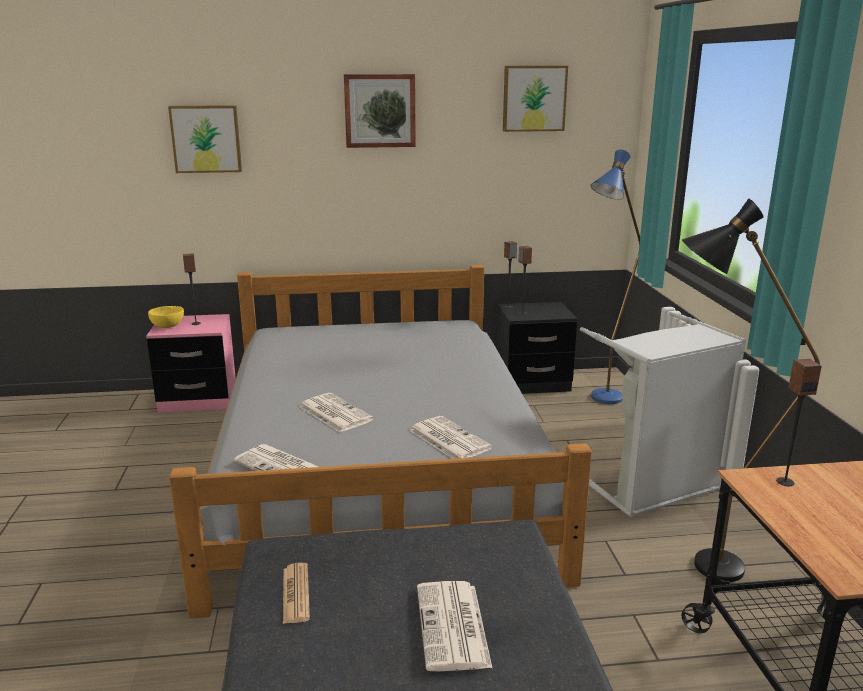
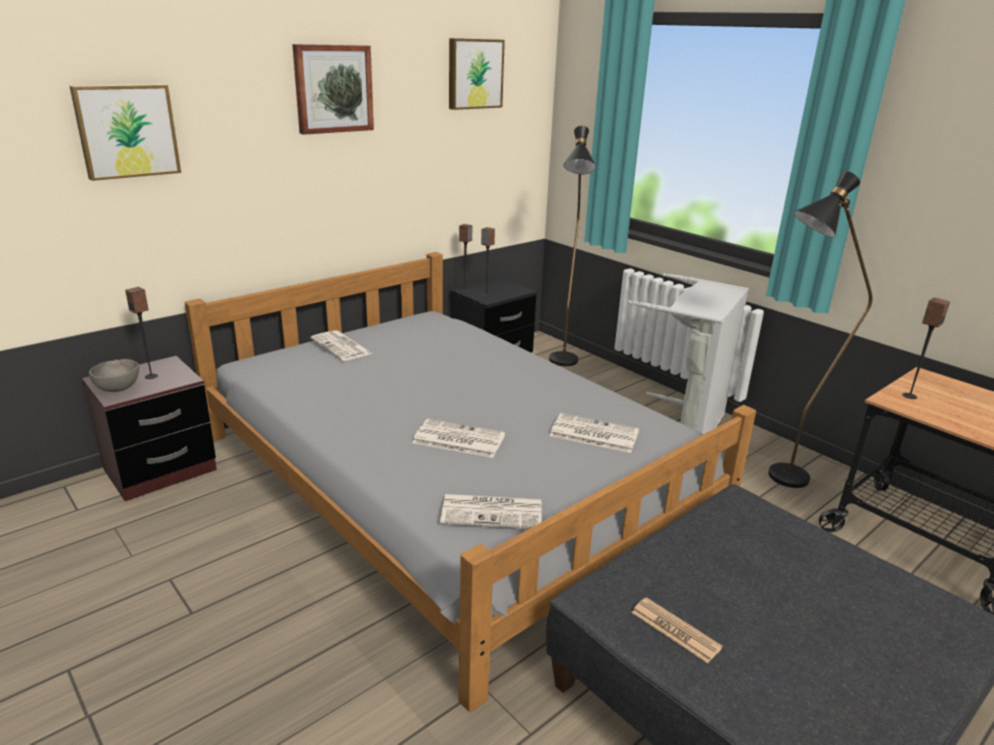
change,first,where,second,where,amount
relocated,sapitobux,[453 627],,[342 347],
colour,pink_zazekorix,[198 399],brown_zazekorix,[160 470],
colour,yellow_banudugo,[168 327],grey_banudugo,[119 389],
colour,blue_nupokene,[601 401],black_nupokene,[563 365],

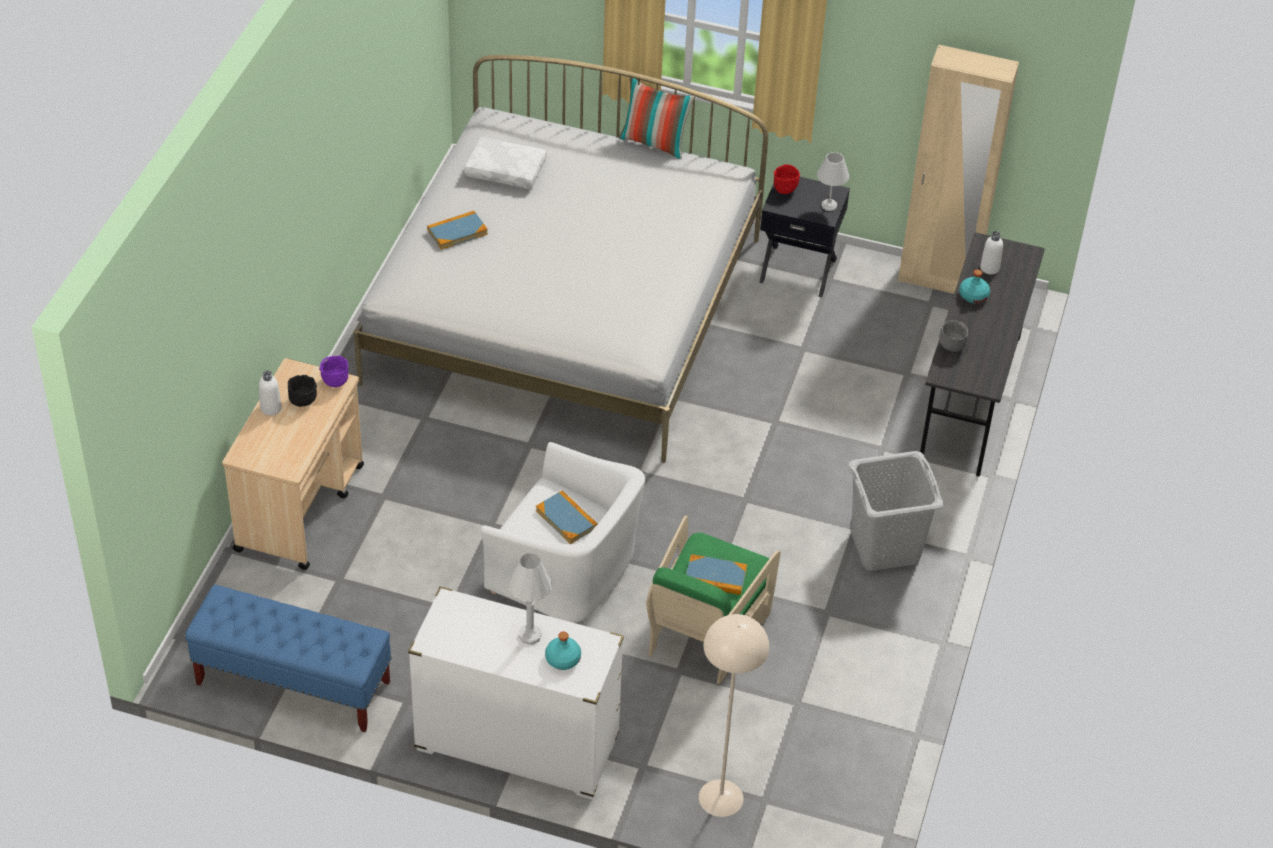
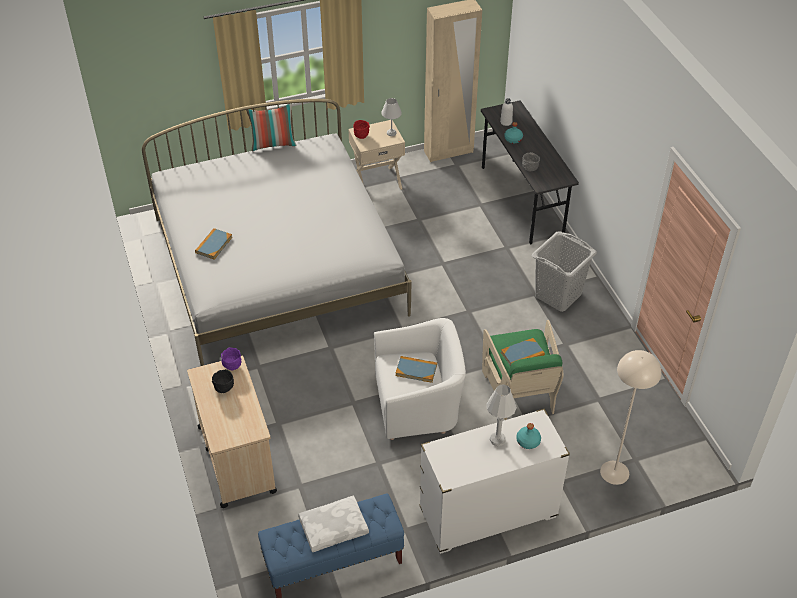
change,first,where,second,where,amount
missing,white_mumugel,[271 408],,,
relocated,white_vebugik,[506 170],,[334 527],
colour,black_zazekorix,[798 269],beige_zazekorix,[377 181],

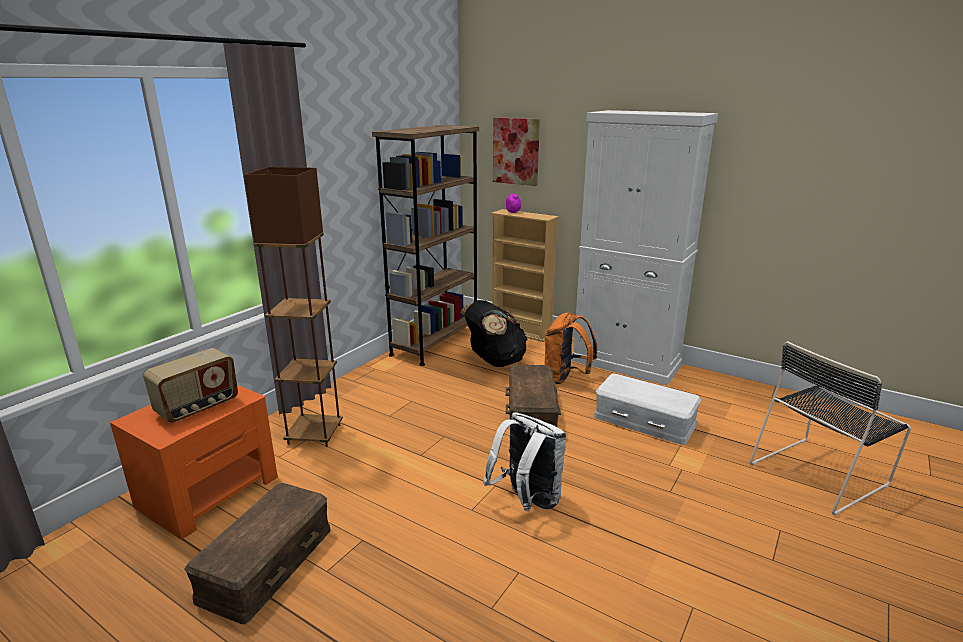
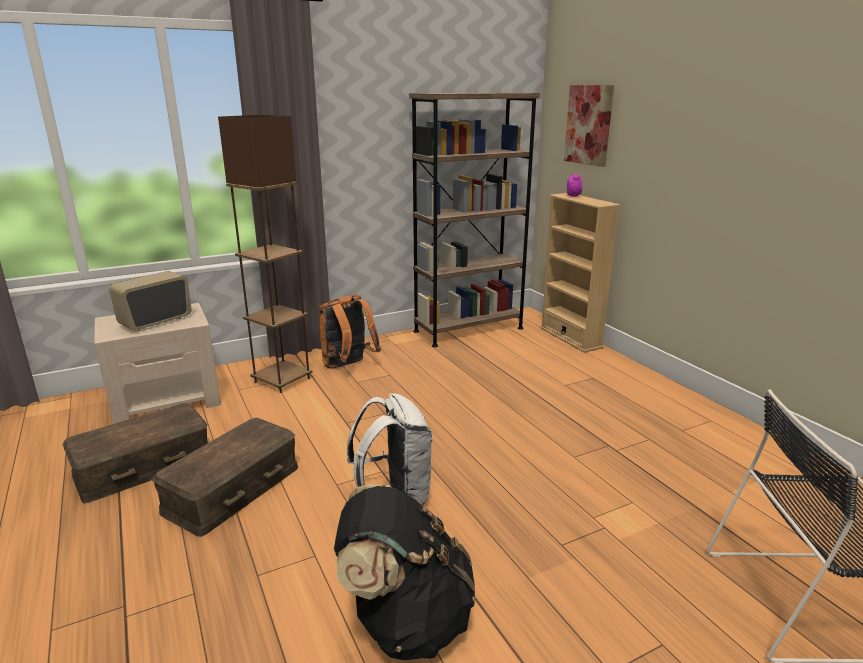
change,first,where,second,where,amount
missing,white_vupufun,[626 363],,,
missing,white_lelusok,[645 420],,,
relocated,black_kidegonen,[494 362],,[405 620],
relocated,brown_lelusok,[532 412],,[233 489],
relocated,orange_kidegonen,[566 378],,[348 366],
colour,orange_zazekorix,[209 491],beige_zazekorix,[167 400],
spun,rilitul,[198 407],,[155 321],150 degrees clockwise

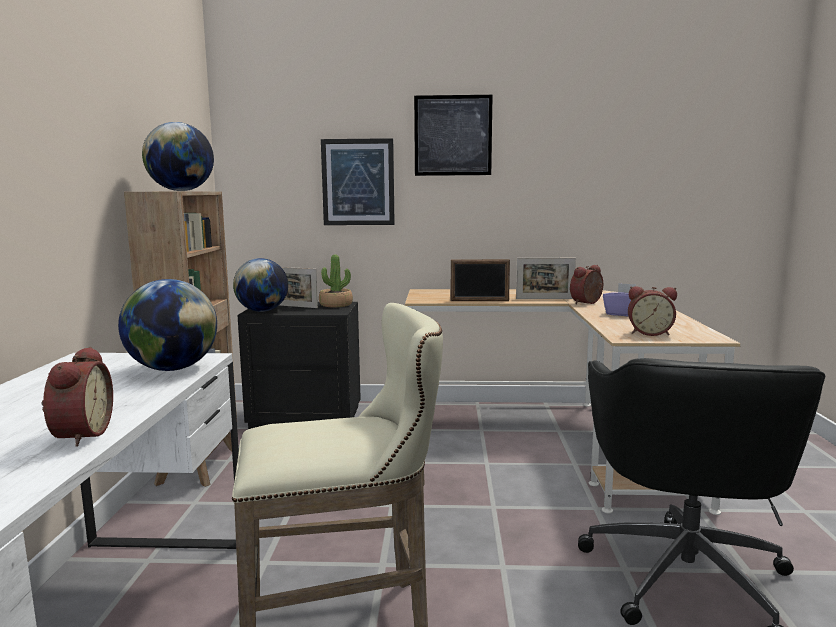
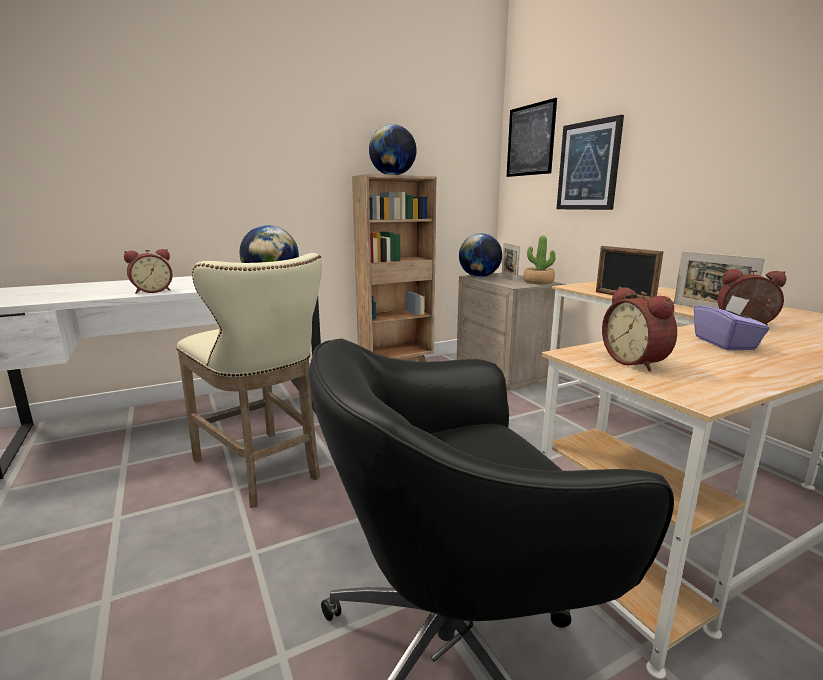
change,first,where,second,where,amount
relocated,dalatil,[453 135],,[530 140],
colour,black_zazekorix,[306 417],beige_zazekorix,[505 372],

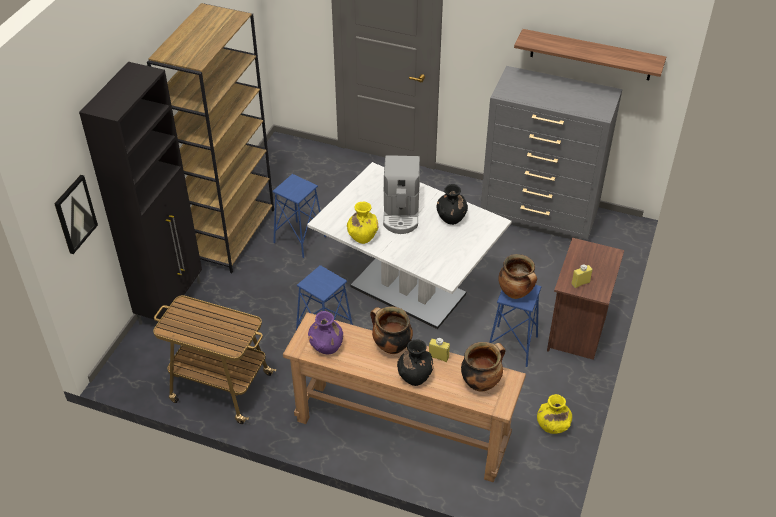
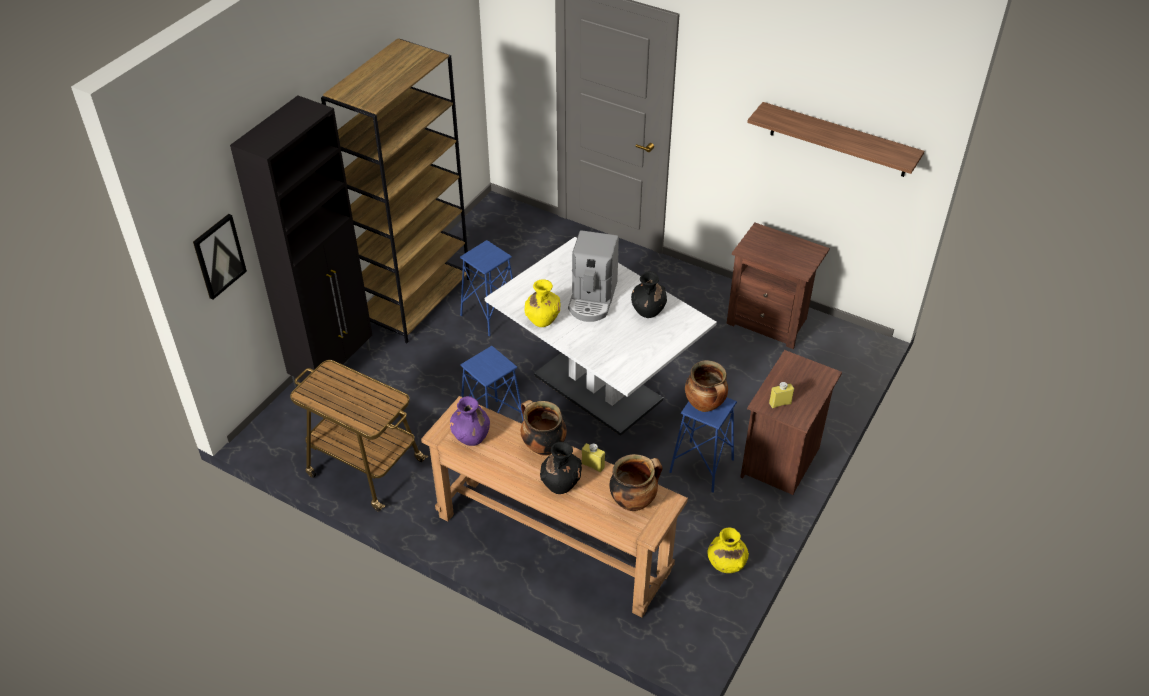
change,first,where,second,where,amount
exchanged,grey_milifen,[539 216],brown_zazekorix,[770 321],

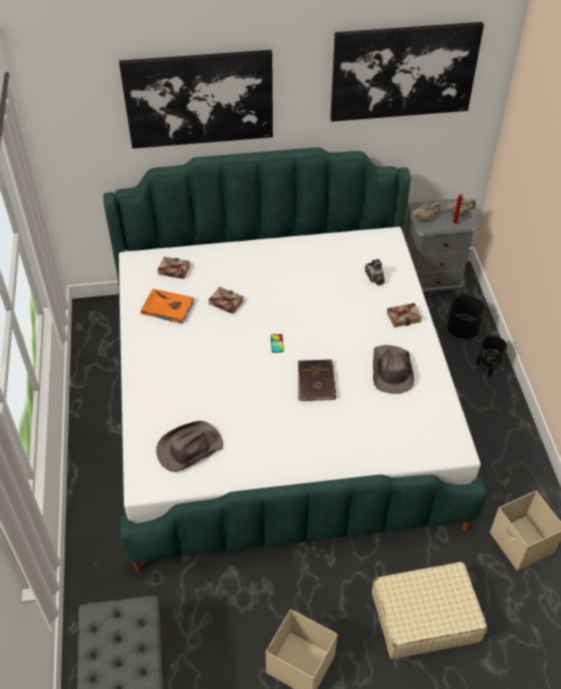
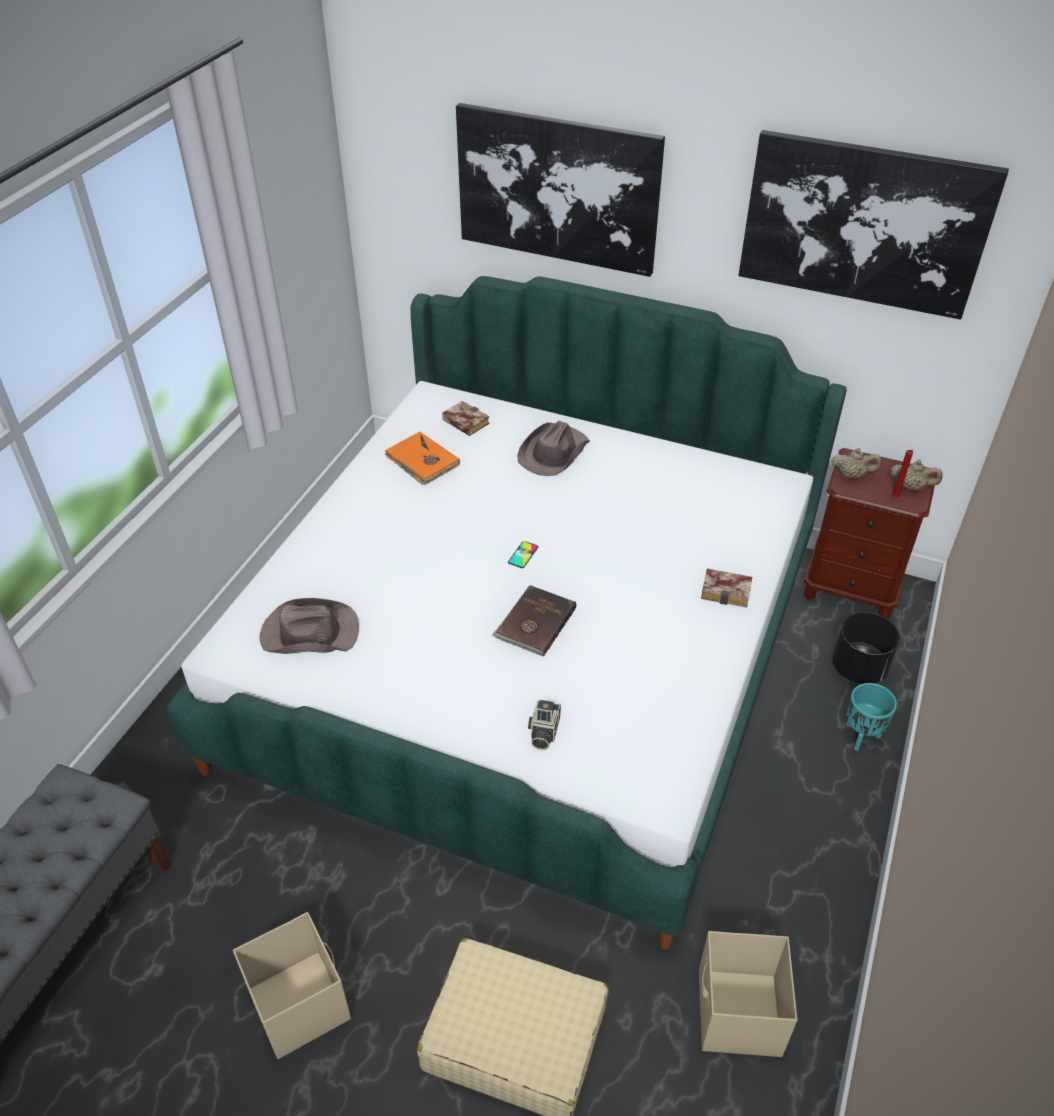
change,first,where,second,where,amount
missing,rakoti,[224 303],,,
relocated,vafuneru,[374 278],,[543 732],
relocated,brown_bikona,[391 371],,[553 453],
colour,grey_zazekorix,[429 283],brown_zazekorix,[851 588],
colour,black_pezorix,[487 368],turquoise_pezorix,[861 736],

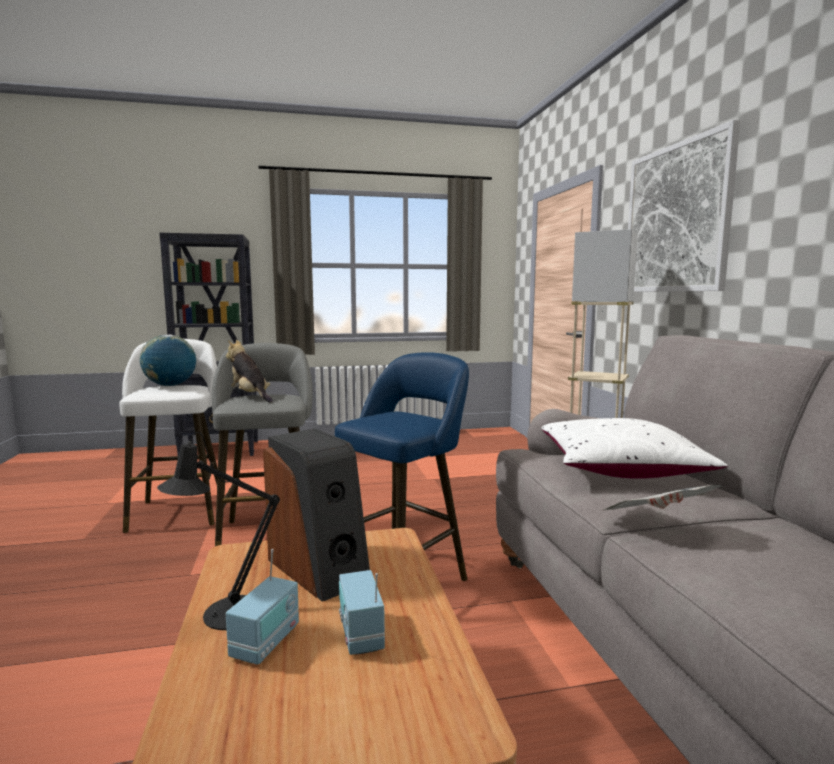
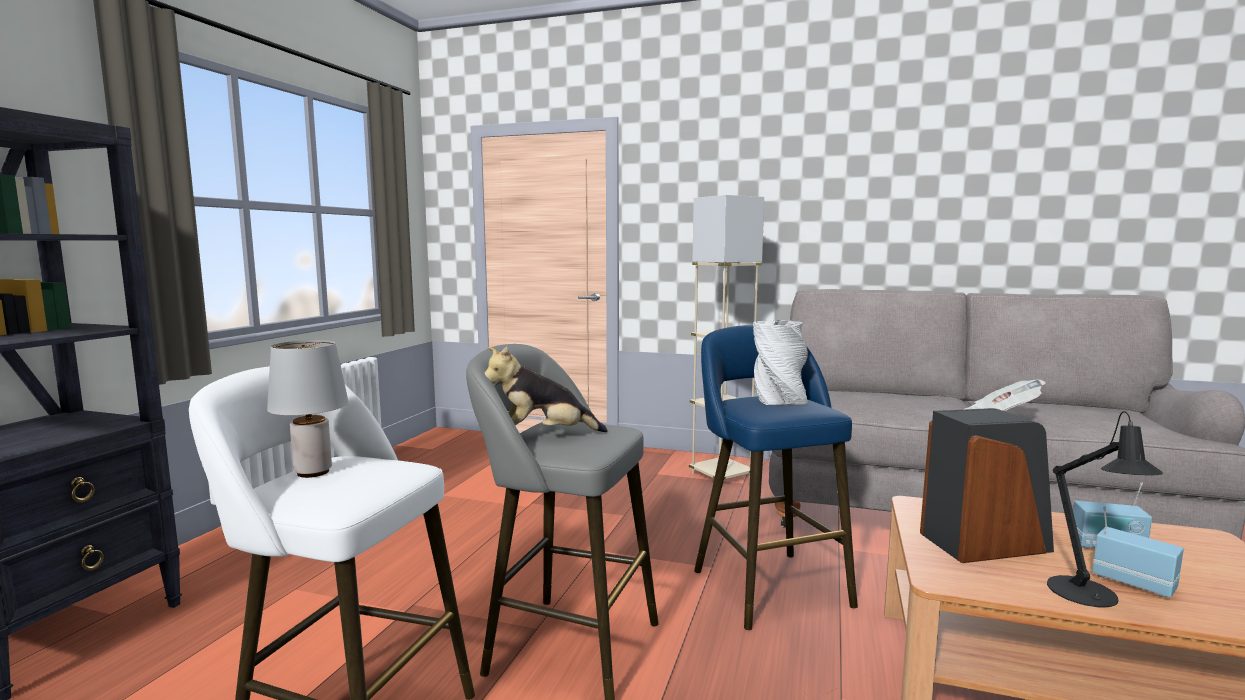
change,first,where,second,where,amount
missing,white_vebugik,[620 468],,,
missing,dalatil,[676 219],,,
appeared,,,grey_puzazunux,[778 400],
exchanged,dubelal,[170 385],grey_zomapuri,[312 472],

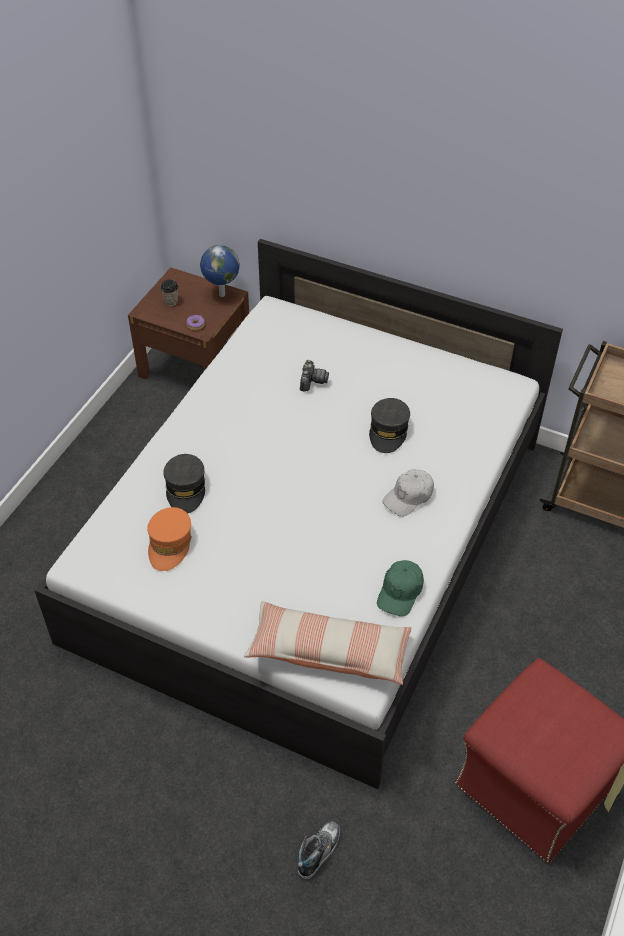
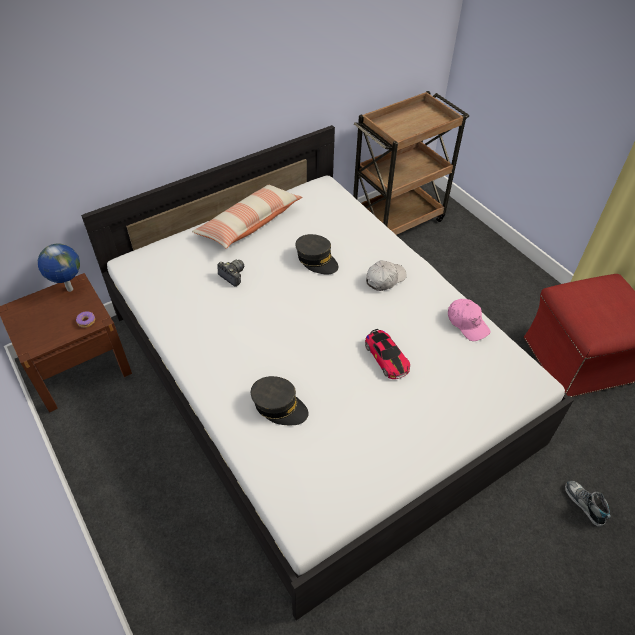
change,first,where,second,where,amount
missing,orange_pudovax,[170 544],,,
missing,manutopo,[171 301],,,
appeared,,,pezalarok,[386 357],
relocated,vebugik,[329 651],,[249 224],
colour,green_pudovax,[400 592],pink_pudovax,[467 323],
spun,white_pudovax,[409 497],,[385 279],120 degrees counterclockwise

